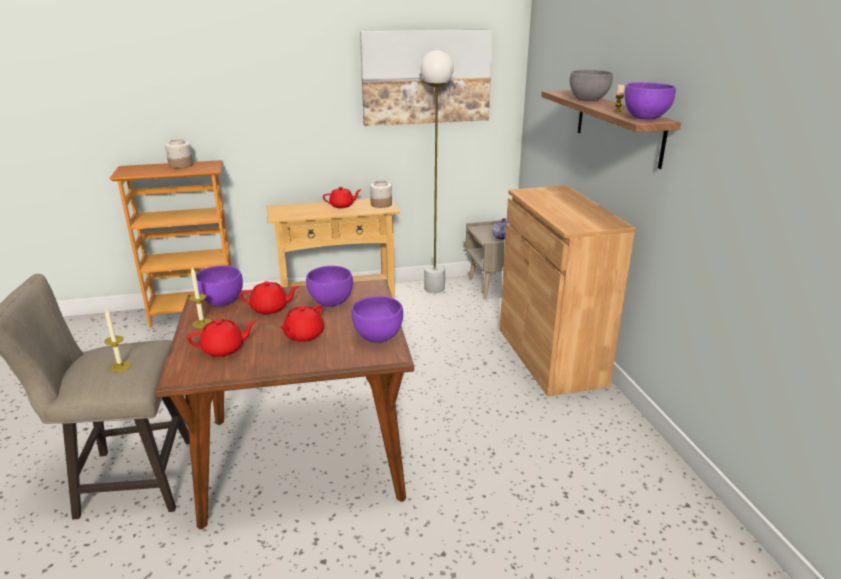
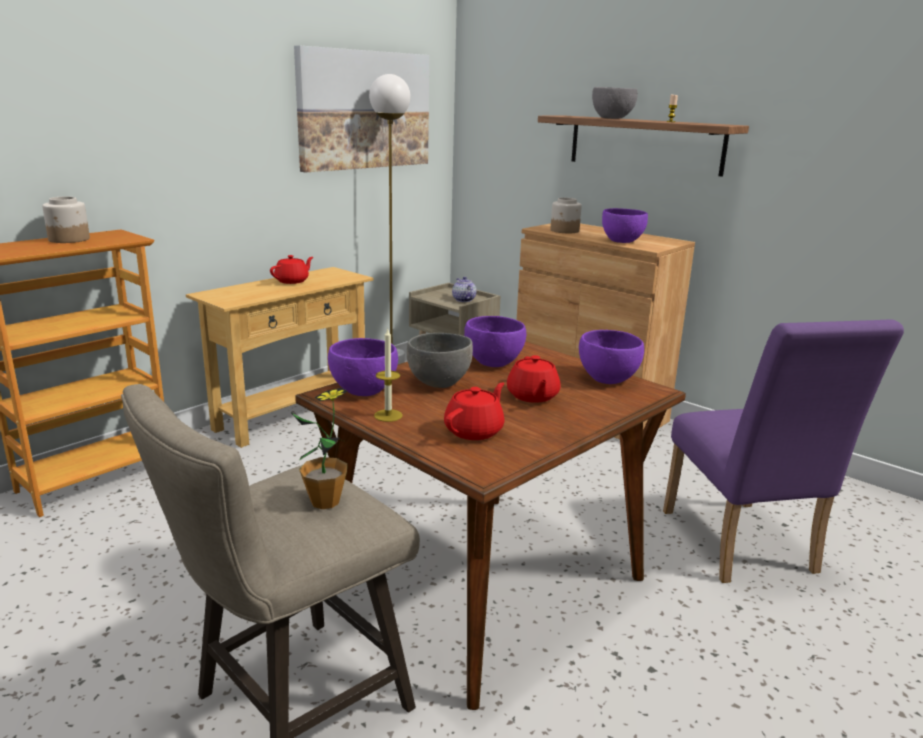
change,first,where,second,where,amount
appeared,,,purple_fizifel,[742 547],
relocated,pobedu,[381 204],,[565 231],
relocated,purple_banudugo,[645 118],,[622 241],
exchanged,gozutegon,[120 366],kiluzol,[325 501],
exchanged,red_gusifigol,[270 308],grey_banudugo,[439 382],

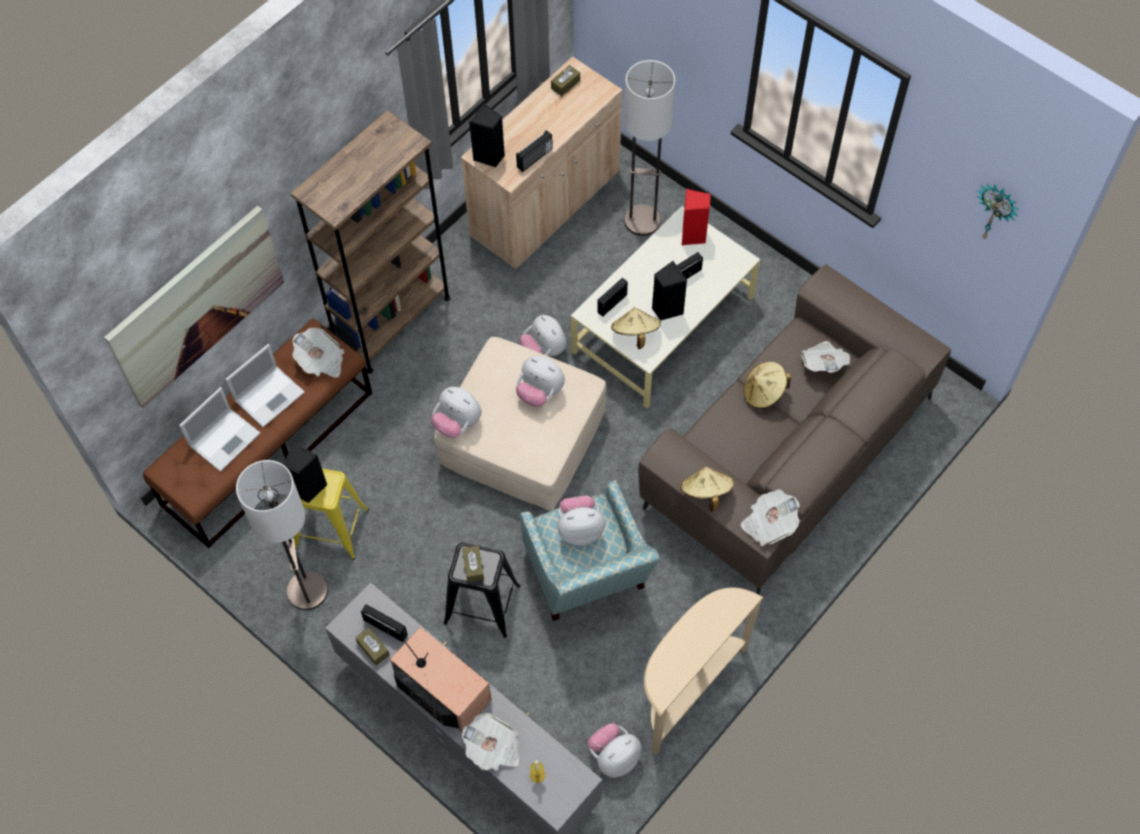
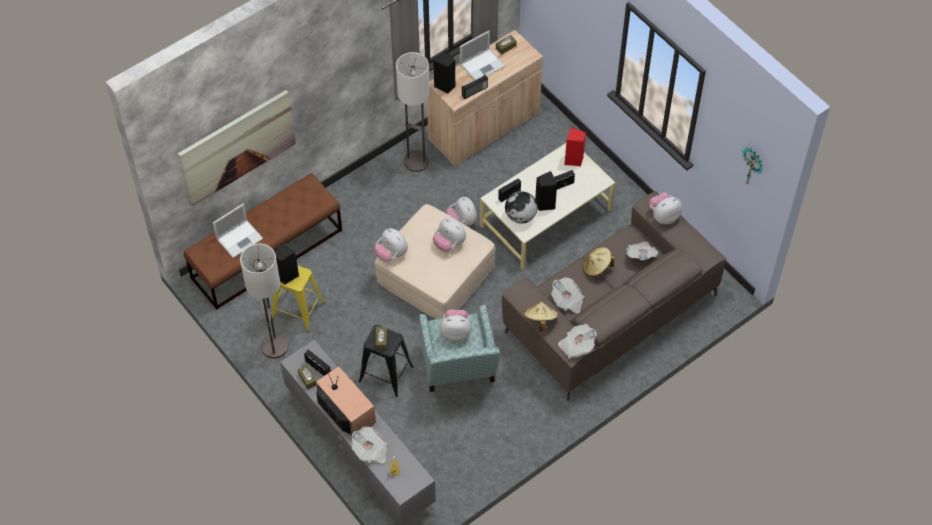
change,first,where,second,where,amount
missing,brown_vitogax,[392 321],,,
missing,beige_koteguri,[687 689],,,
relocated,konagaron,[270 395],,[483 65],
relocated,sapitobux,[321 361],,[567 301],
relocated,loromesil,[614 756],,[663 216],
relocated,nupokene,[642 220],,[416 161],
exchanged,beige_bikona,[635 333],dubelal,[520 216],

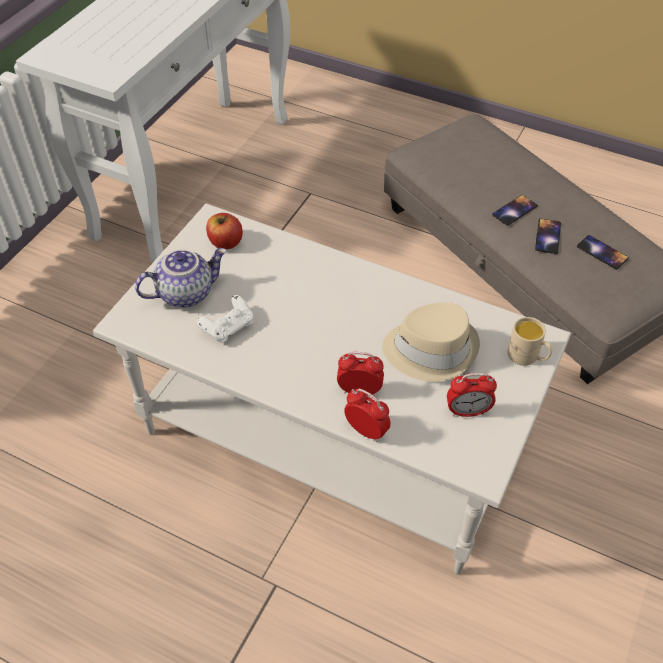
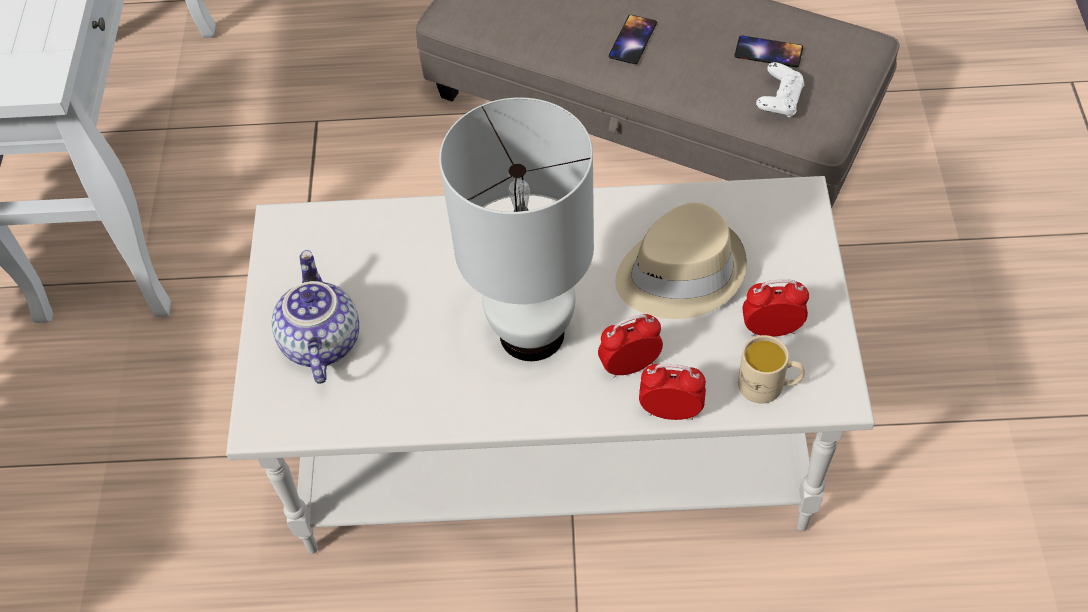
change,first,where,second,where,amount
missing,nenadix,[225 242],,,
missing,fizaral,[547 236],,,
appeared,,,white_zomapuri,[533 335],
relocated,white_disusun,[228 327],,[779 101],
relocated,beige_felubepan,[527 357],,[769 386],
spun,gusifigol,[186 292],,[319 341],45 degrees counterclockwise
spun,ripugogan,[467 411],,[771 330],150 degrees counterclockwise

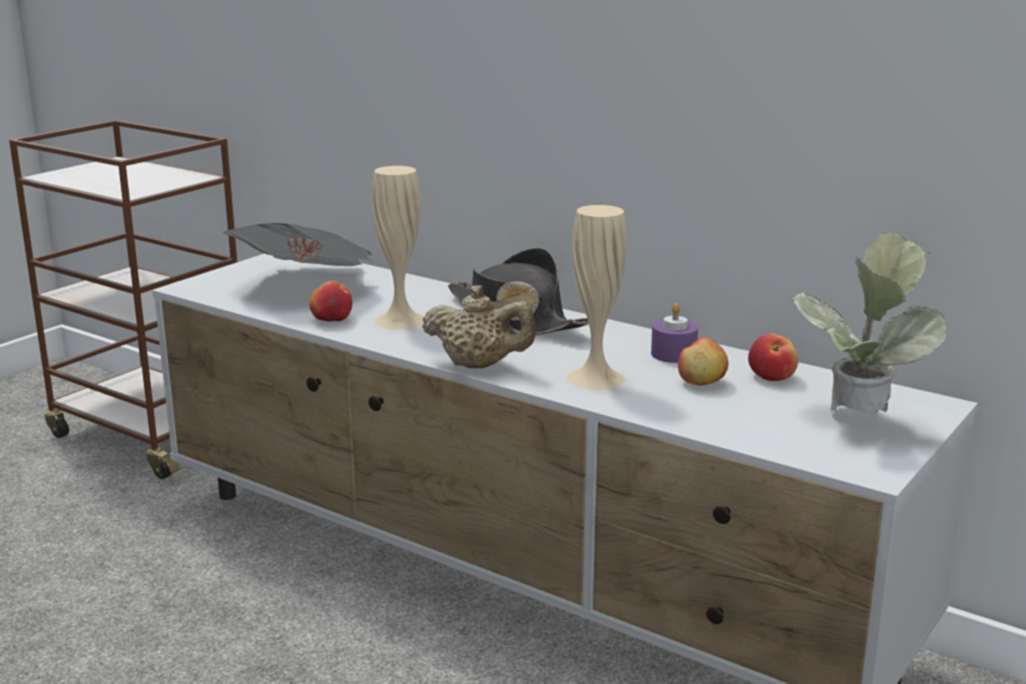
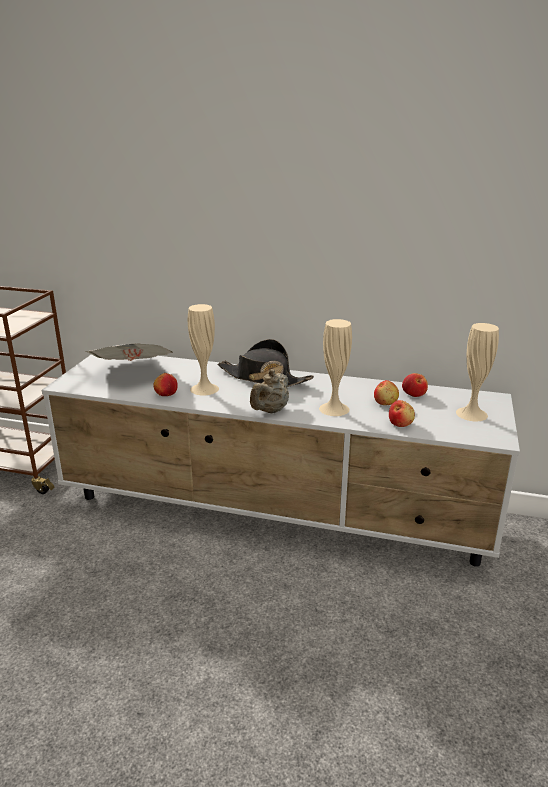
change,first,where,second,where,amount
missing,purple_gozutegon,[673 354],,,
appeared,,,nenadix,[400 423],
exchanged,kiluzol,[857 422],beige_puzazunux,[471 414],
spun,beige_gusifigol,[479 365],,[270 411],120 degrees clockwise

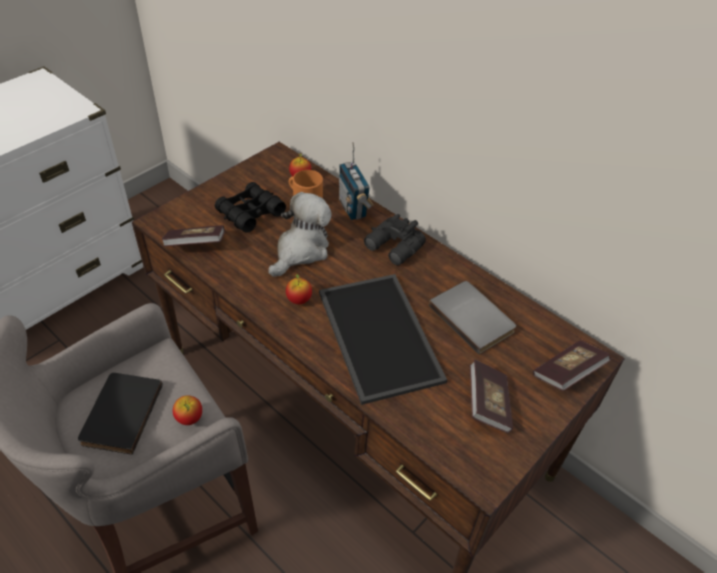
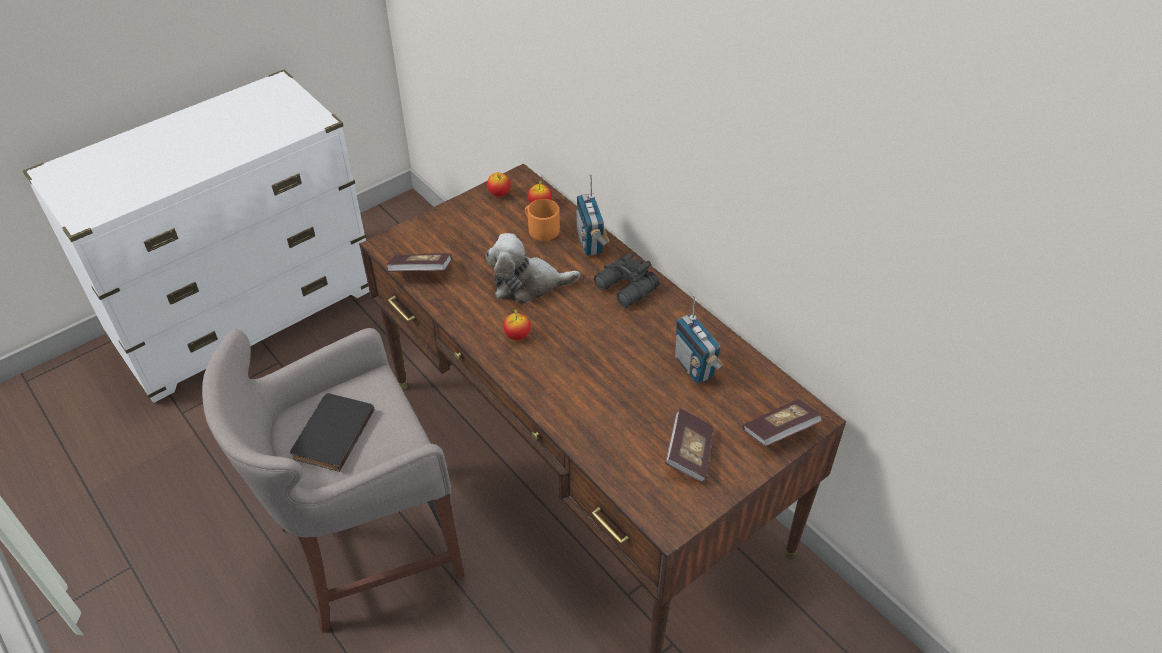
change,first,where,second,where,amount
missing,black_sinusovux,[250 213],,,
missing,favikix,[376 335],,,
relocated,nenadix,[189 418],,[499 194],
exchanged,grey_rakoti,[473 317],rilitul,[694 367],
spun,loromesil,[301 250],,[528 284],135 degrees counterclockwise

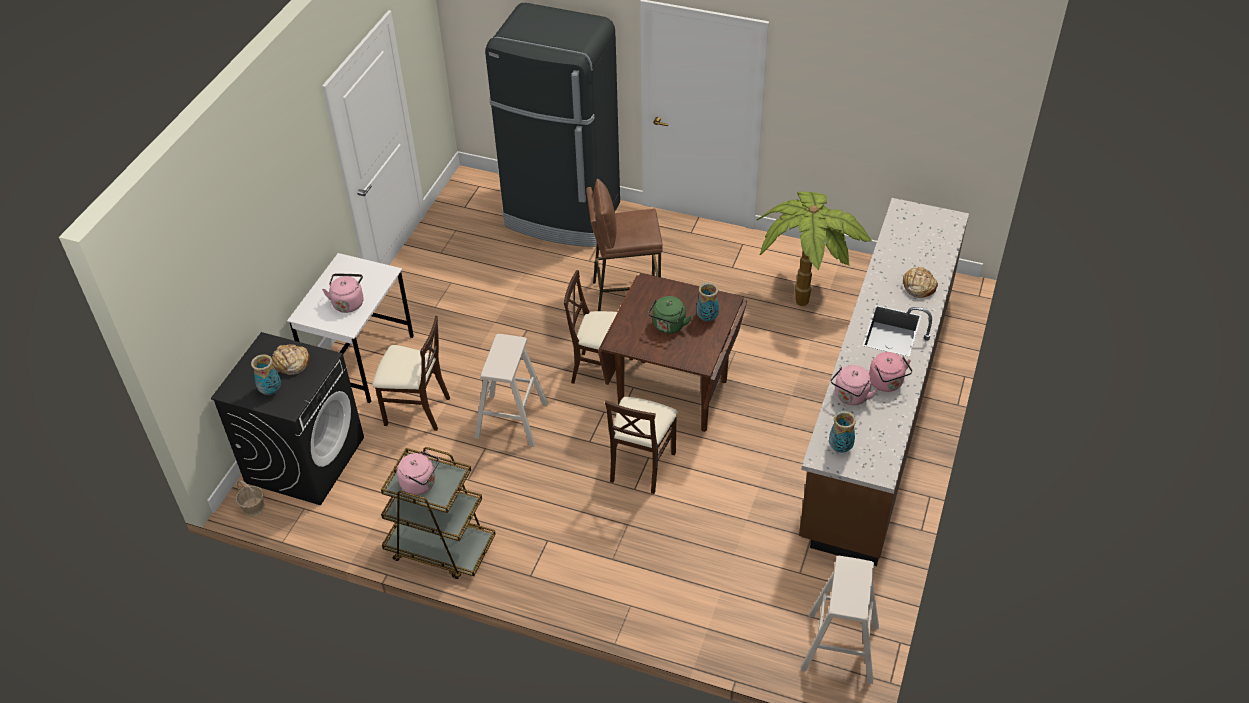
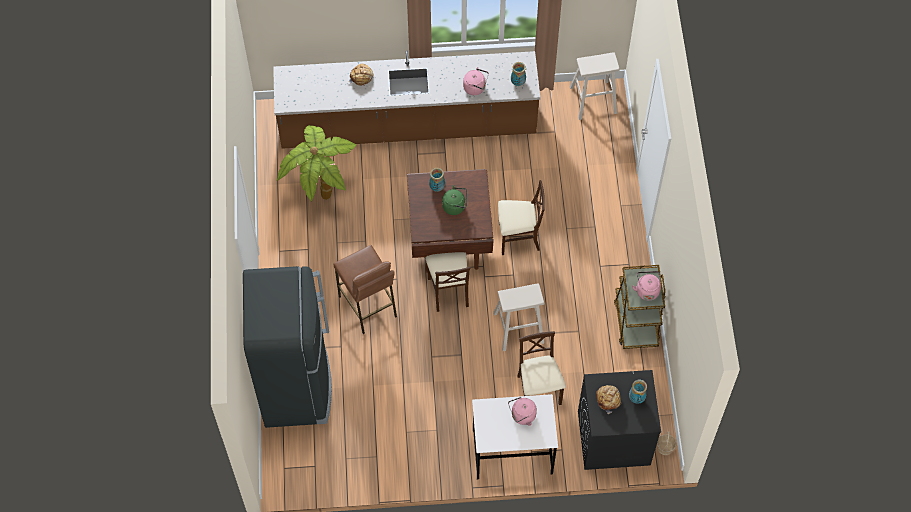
change,first,where,second,where,amount
missing,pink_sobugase,[887 383],,,

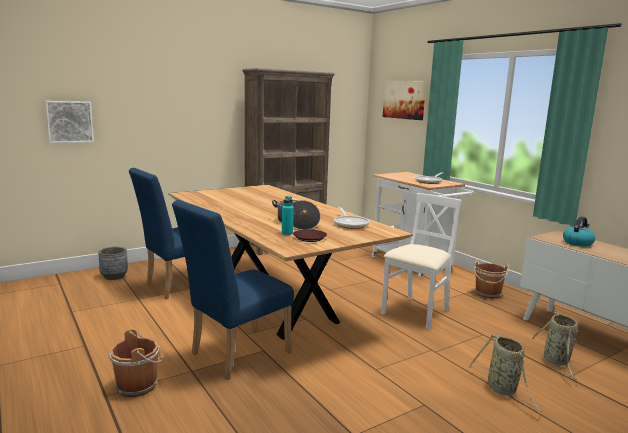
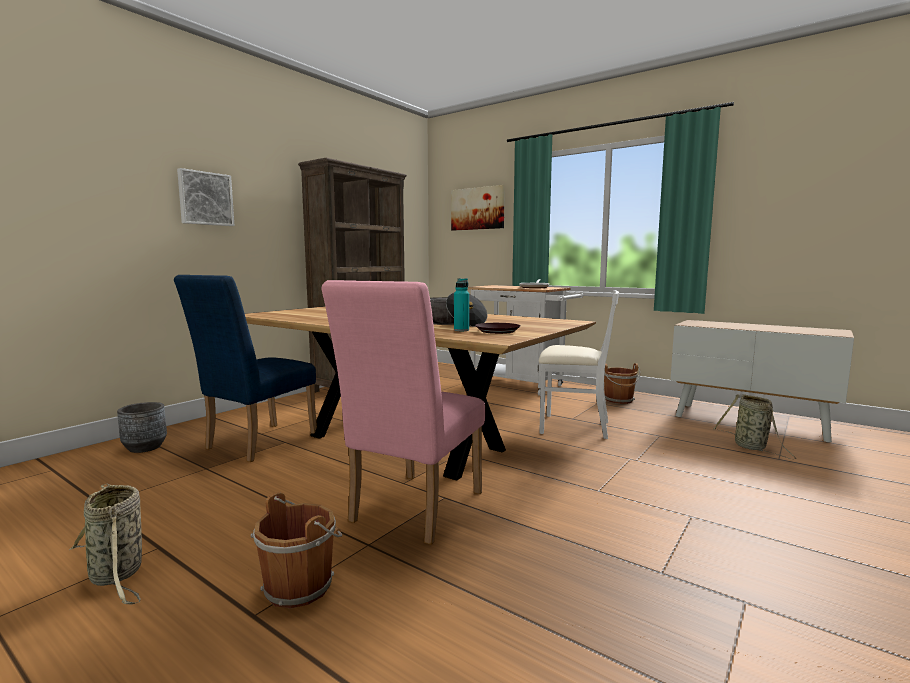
change,first,where,second,where,amount
missing,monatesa,[350 224],,,
missing,sobugase,[577 243],,,
relocated,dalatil,[69 121],,[205 198],
relocated,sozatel,[503 390],,[117 576],
colour,blue_fizifel,[234 355],pink_fizifel,[411 510],
spun,white_fizifel,[416 312],,[573 426],90 degrees clockwise

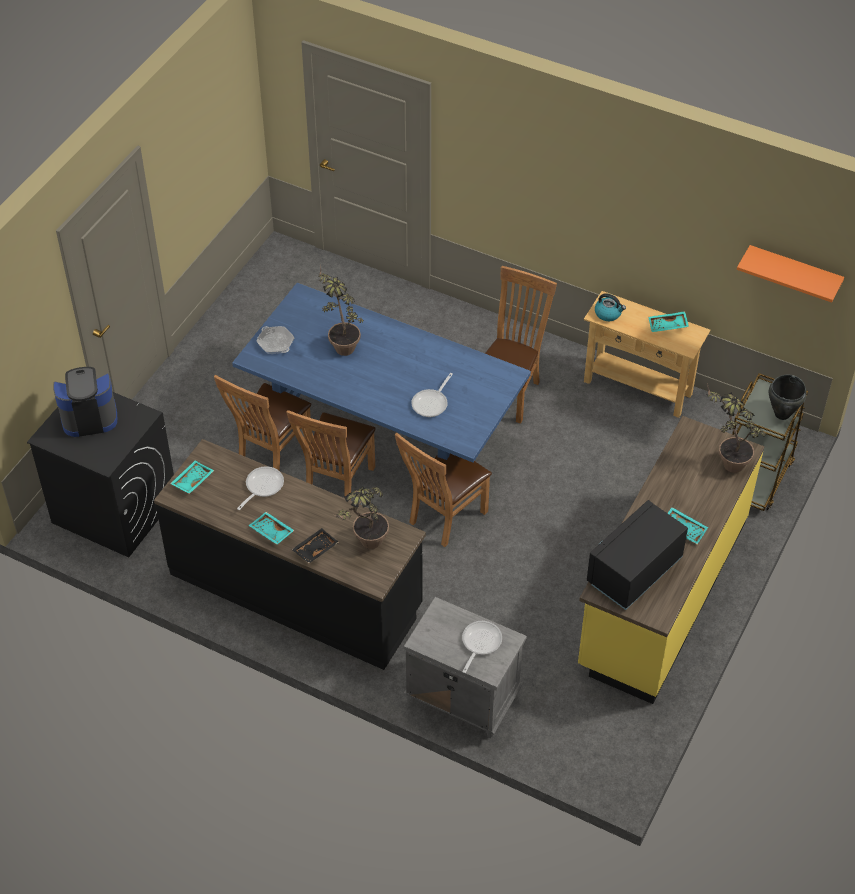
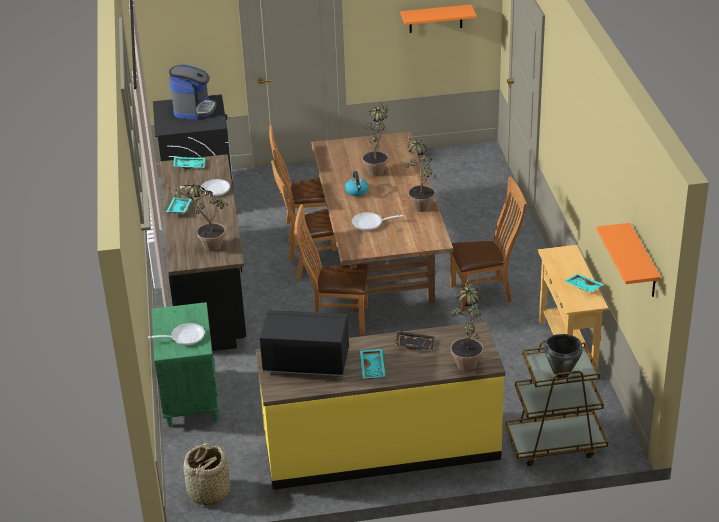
change,first,where,second,where,amount
missing,monatesa,[275 343],,,
appeared,,,sozatel,[208 492],
appeared,,,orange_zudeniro,[435 18],
appeared,,,kiluzol,[419 204],
relocated,black_favikix,[315 549],,[415 344],
relocated,sobugase,[608 313],,[357 192],
colour,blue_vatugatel,[384 433],brown_vatugatel,[380 261],
colour,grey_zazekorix,[462 697],green_zazekorix,[190 398],
spun,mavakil,[89 417],,[194 109],60 degrees clockwise

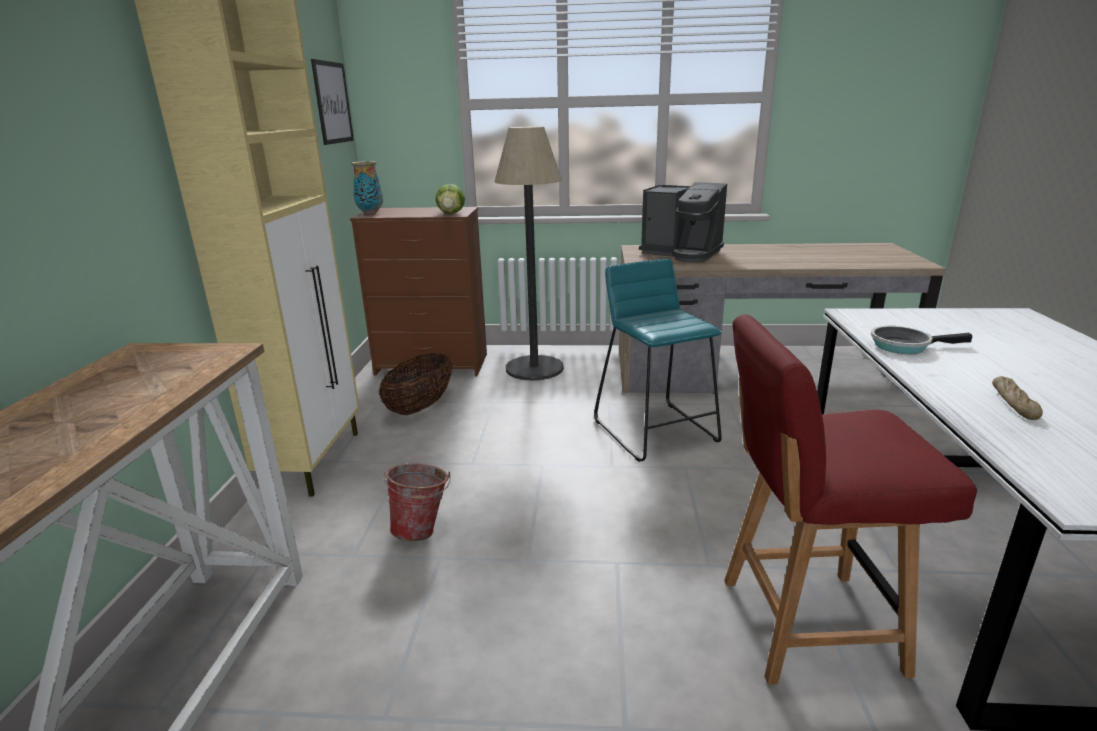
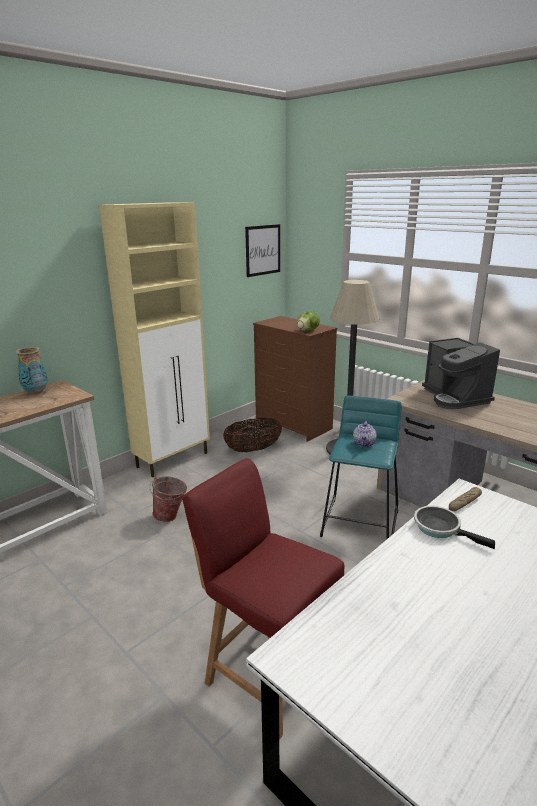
change,first,where,second,where,amount
appeared,,,gusifigol,[364 443],
relocated,puzazunux,[371 213],,[36 392],
relocated,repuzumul,[1014 403],,[465 502],

